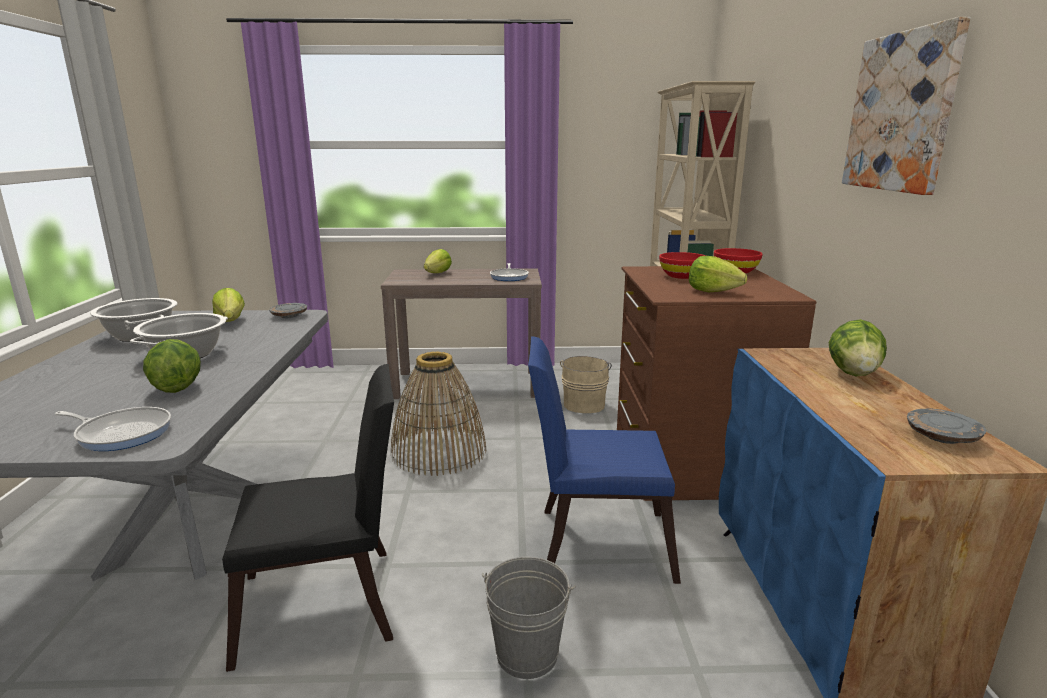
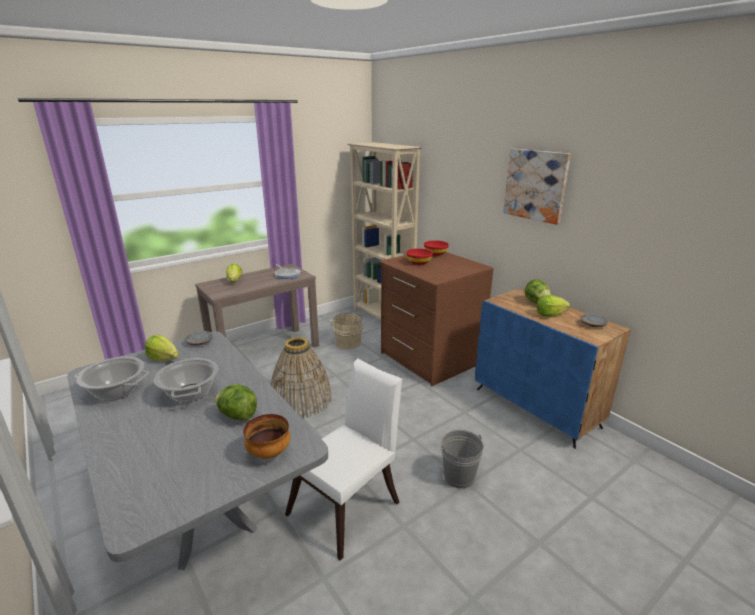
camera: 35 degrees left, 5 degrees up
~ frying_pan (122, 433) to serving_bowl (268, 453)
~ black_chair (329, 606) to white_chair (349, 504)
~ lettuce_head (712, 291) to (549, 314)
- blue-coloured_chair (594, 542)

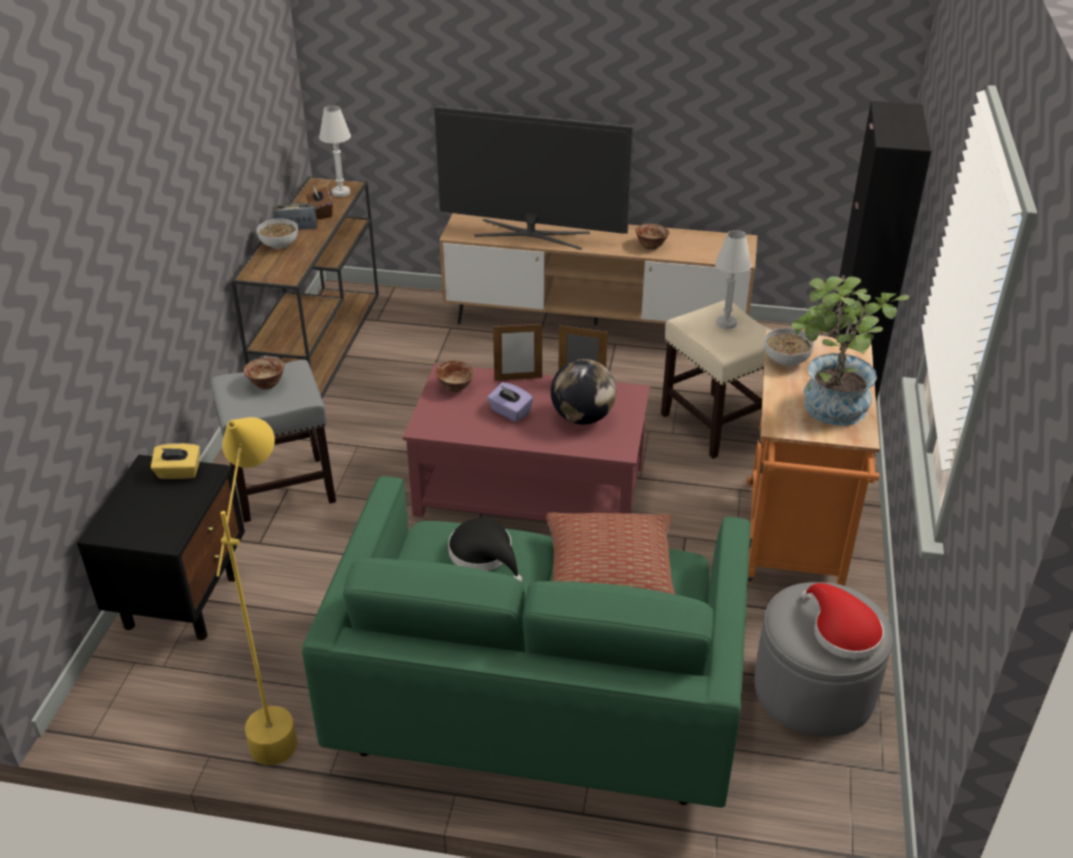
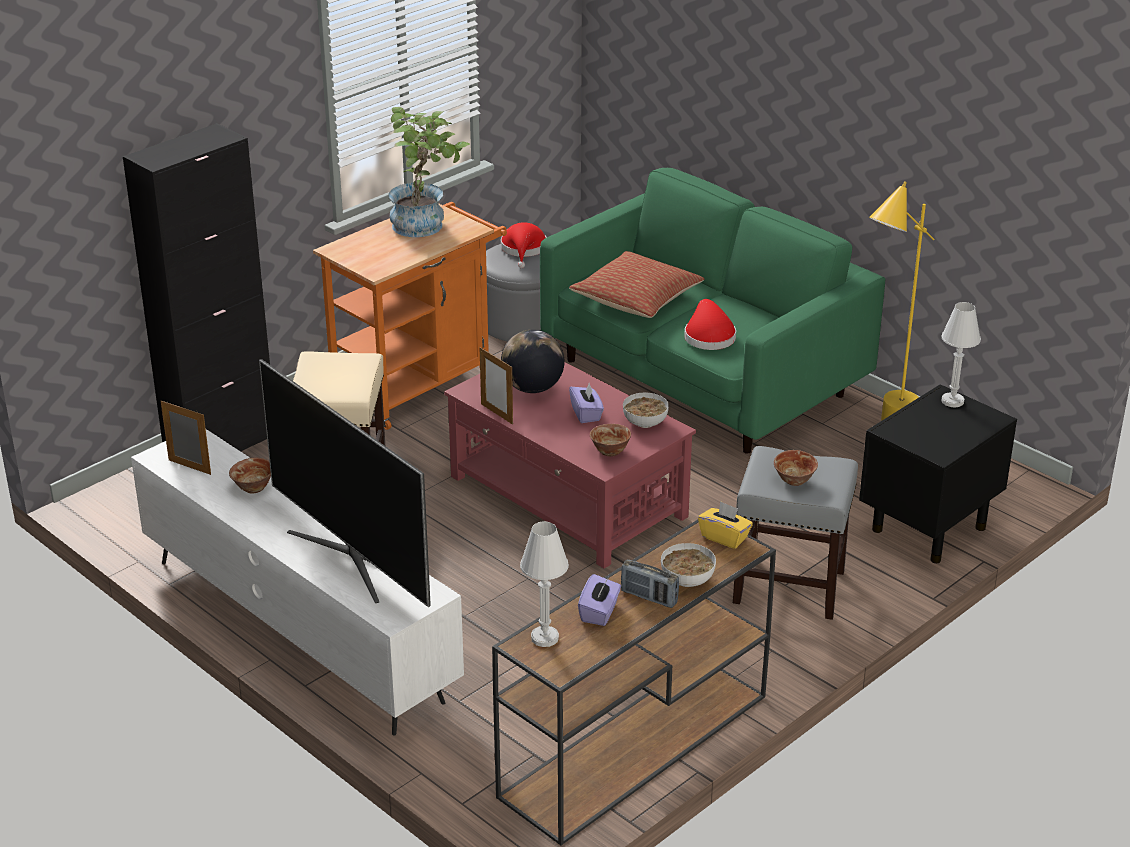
camera: 145 degrees left, 5 degrees down
~ brown_tv_unit (595, 324) to white_tv_unit (298, 630)
~ photo_frame (518, 379) to (189, 467)
~ brown_tissue_box (320, 212) to purple-coloured_tissue_box (599, 612)
~ serving_bowl (785, 360) to (645, 423)
~ black_wearable_hat (484, 555) to red-coloured_wearable_hat (708, 336)
~ yellow-coloured_tissue_box (179, 472) to (724, 537)
~ white_tabletop_lamp (726, 323) to (952, 401)

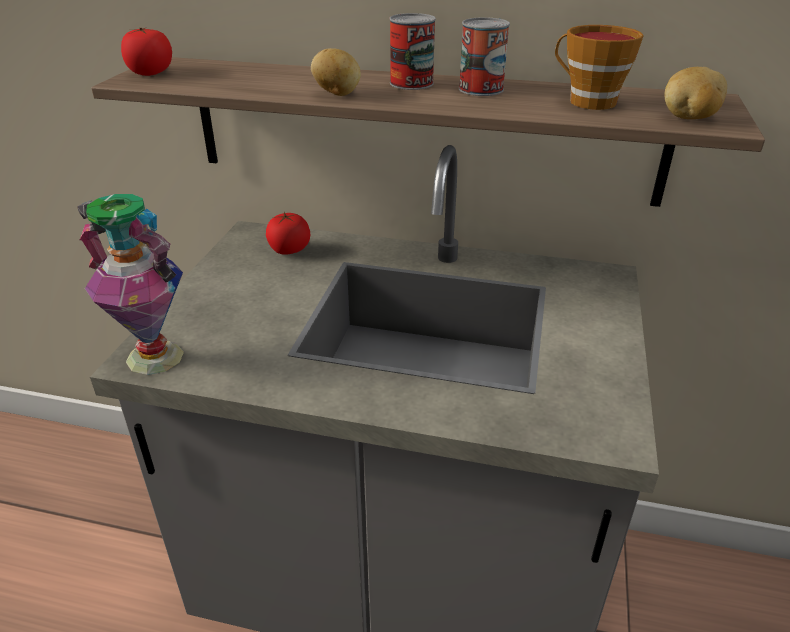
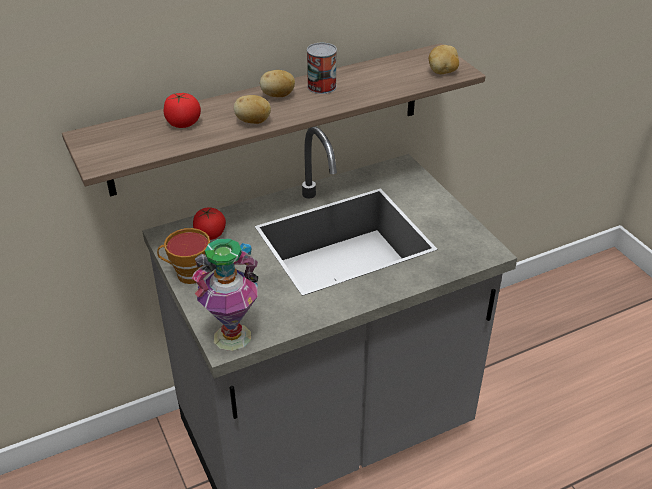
camera: 40 degrees left, 5 degrees up
~ cup (586, 101) to (187, 274)
~ whole_tomato (151, 73) to (183, 123)
~ metal_can (411, 83) to potato (278, 96)

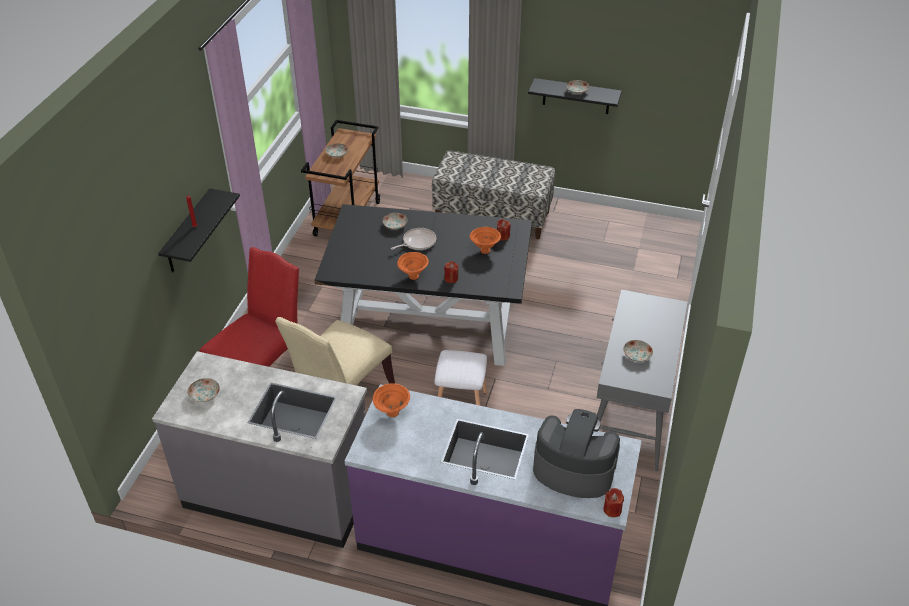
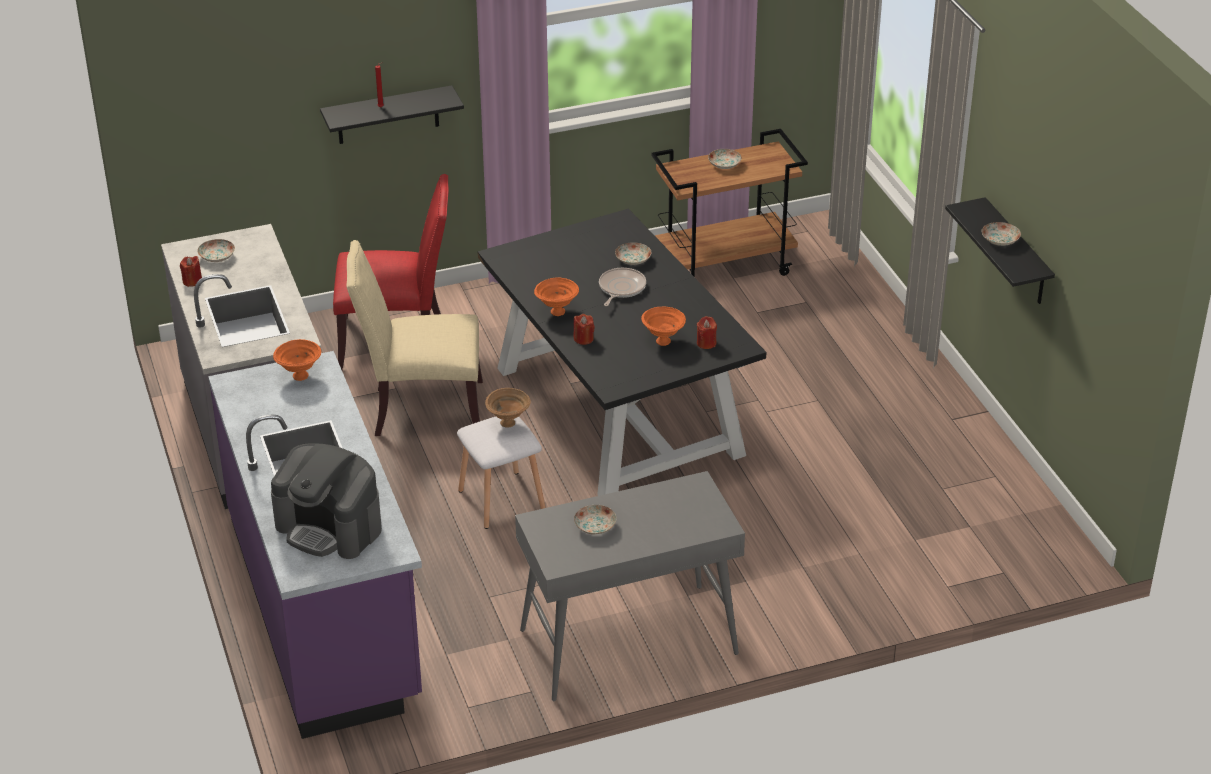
camera: 55 degrees right, 5 degrees down
~ red-coloured_candle (612, 509) to (192, 281)
~ coffee_machine (573, 469) = (330, 527) 135 degrees clockwise
+ brown_serving_bowl (508, 422)
~ frying_pan (417, 242) = (621, 288) 90 degrees counterclockwise
- indoor_bench (493, 216)

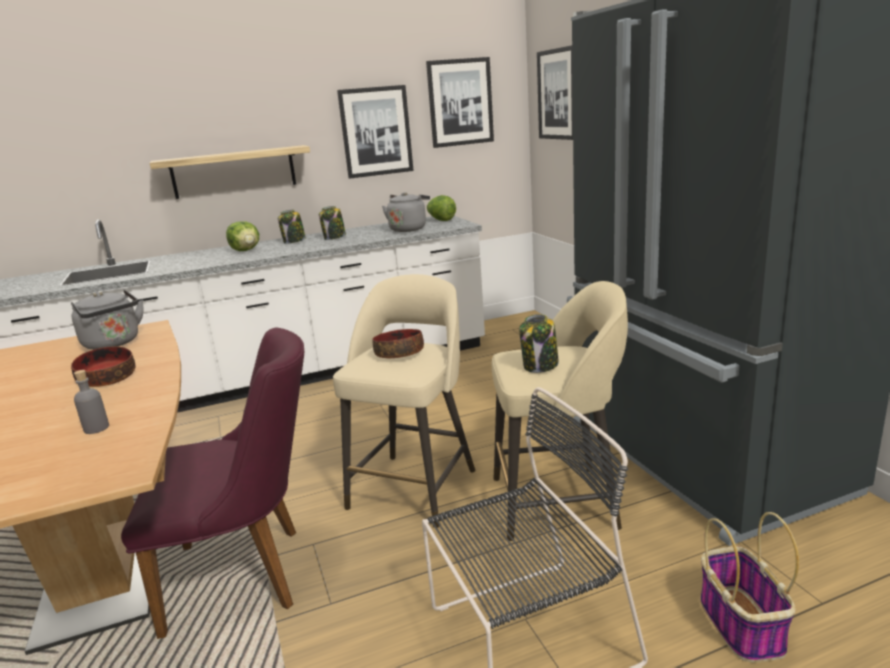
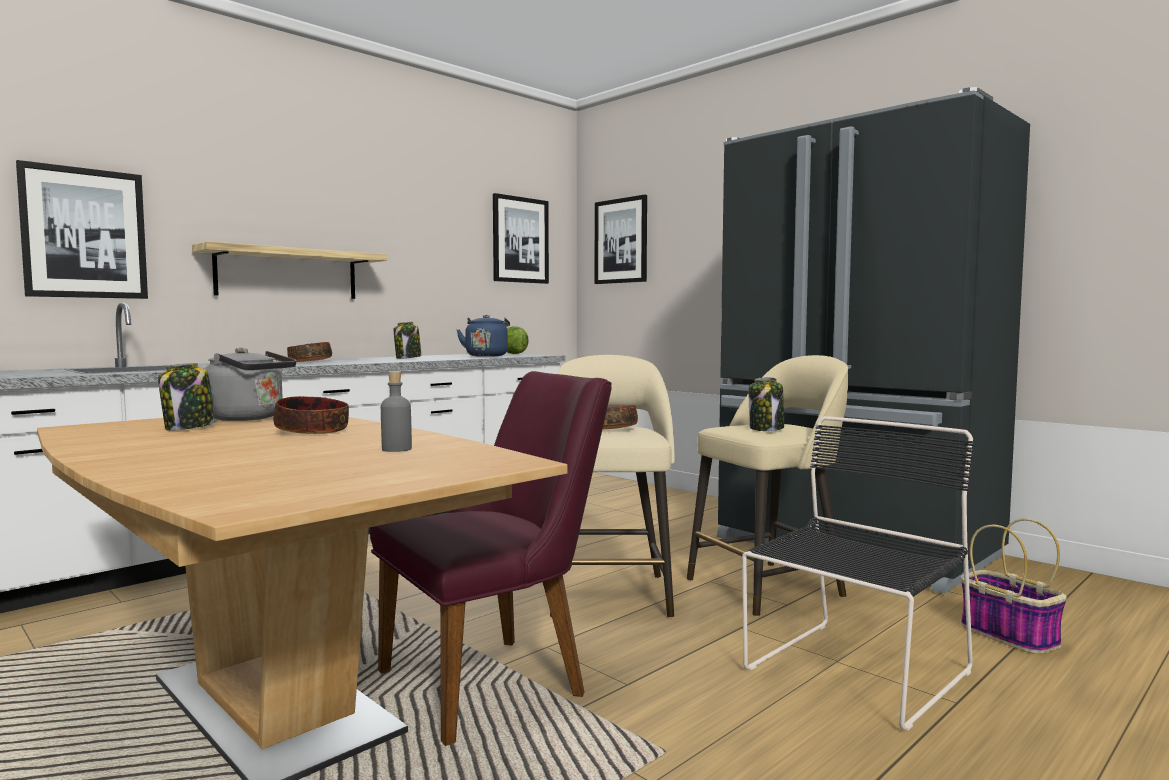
camera: 25 degrees left, 15 degrees down
~ picture (376, 131) to (84, 233)
~ preserve_jar (294, 241) to (189, 427)
~ lettuce_head (246, 250) to serving_bowl (310, 361)
~ greyish_tea_kettle (408, 229) to blue-coloured_tea_kettle (486, 356)

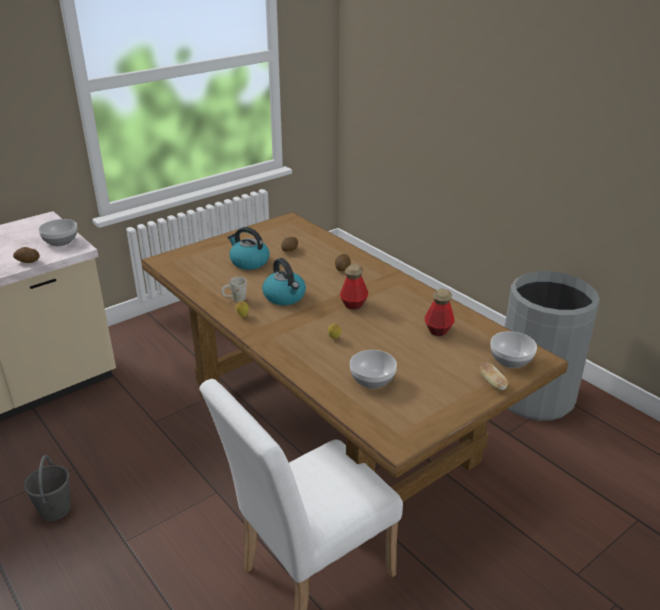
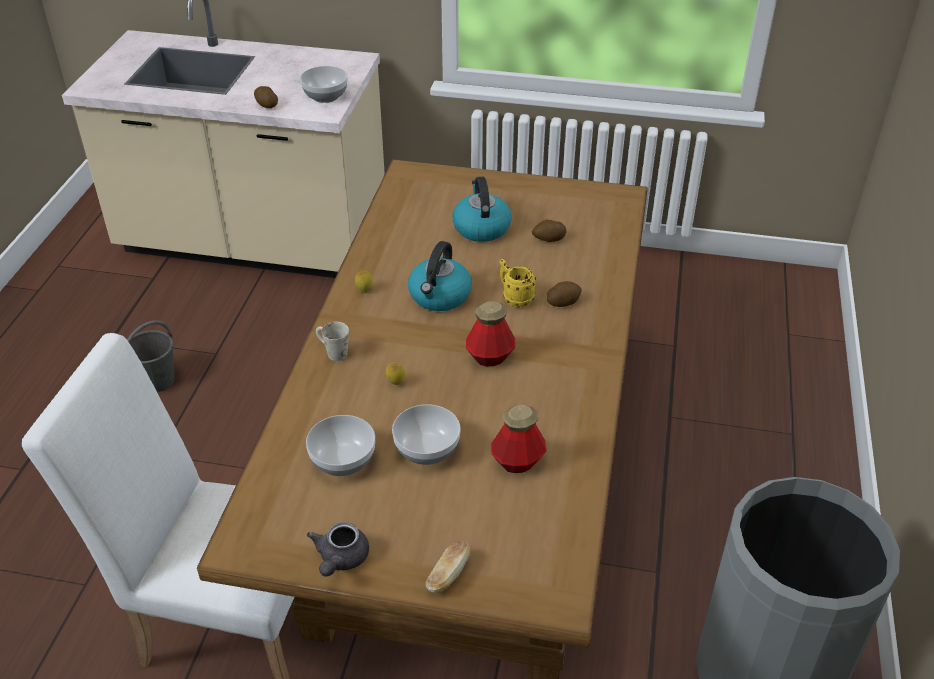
camera: 50 degrees right, 10 degrees up
+ greyish_tea_pot (340, 559)
~ white_tea_mug (235, 299) to (332, 352)
~ serving_bowl (511, 360) to (427, 450)
+ yellow-coloured_tea_mug (514, 298)

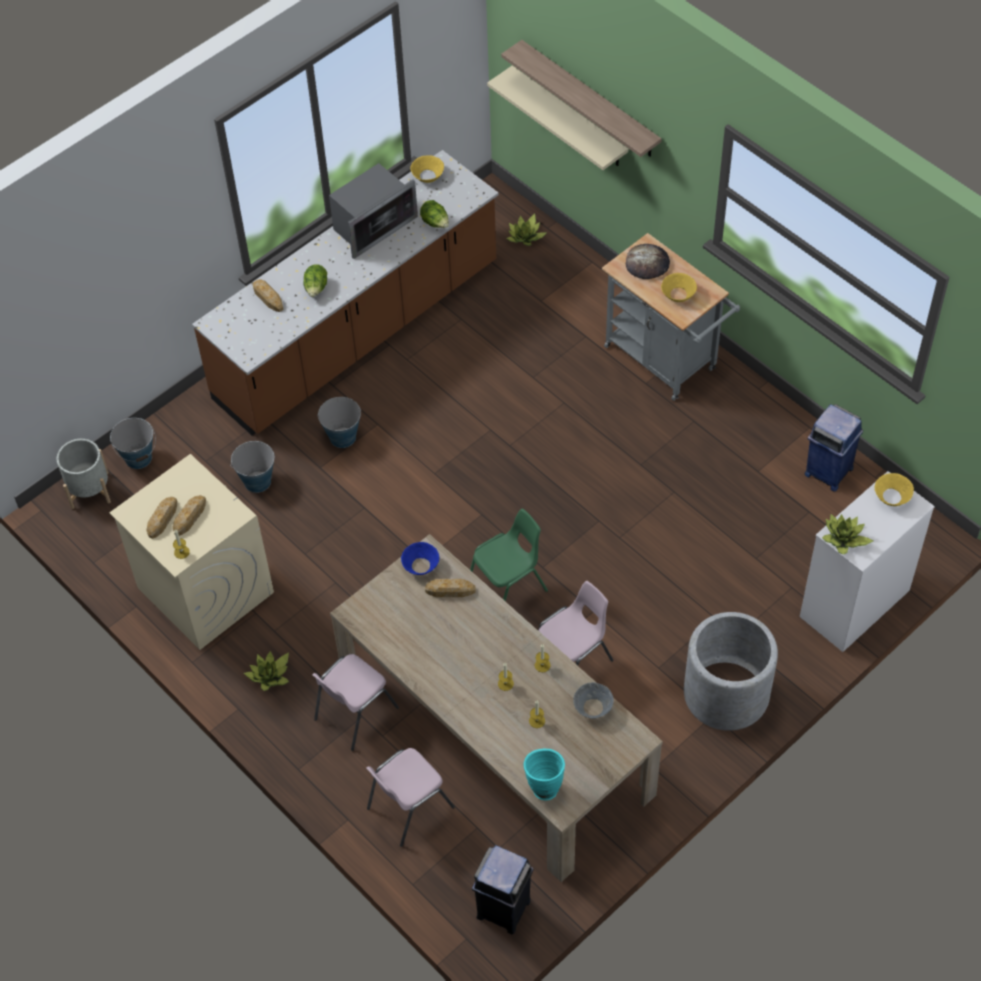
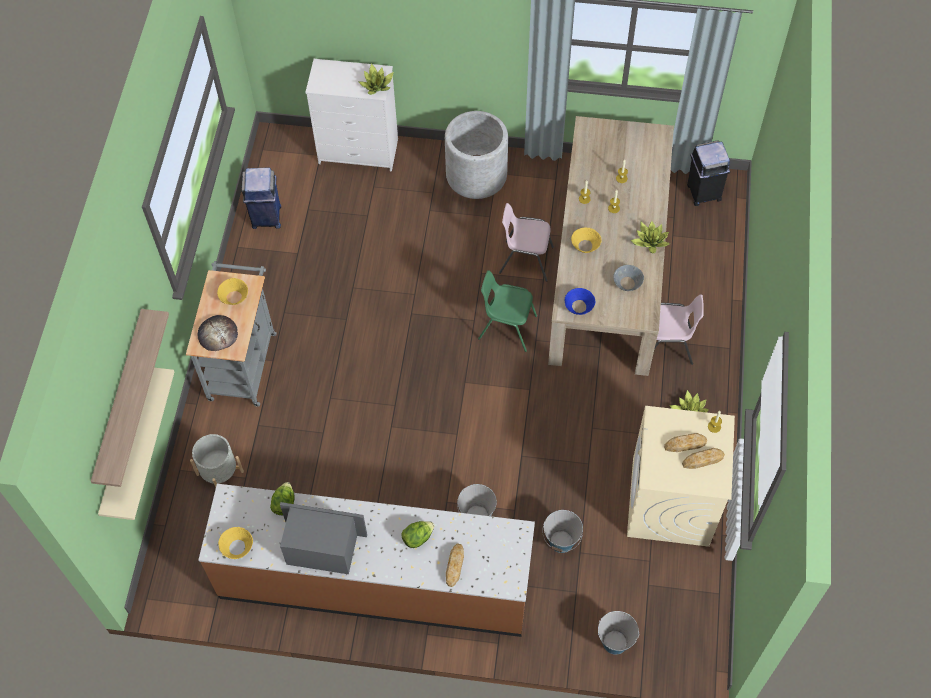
camera: 130 degrees left, 5 degrees up
~ greyish_plant_pot (89, 490) to (220, 473)
~ yellow-coloured_serving_bowl (891, 497) to (585, 246)
~ greyish_serving_bowl (593, 707) to (627, 283)
~ potted_plant (525, 237) to (650, 241)
- pinkish_chair (409, 807)
- bakery_bread (450, 590)
- turquoise_vase (543, 785)

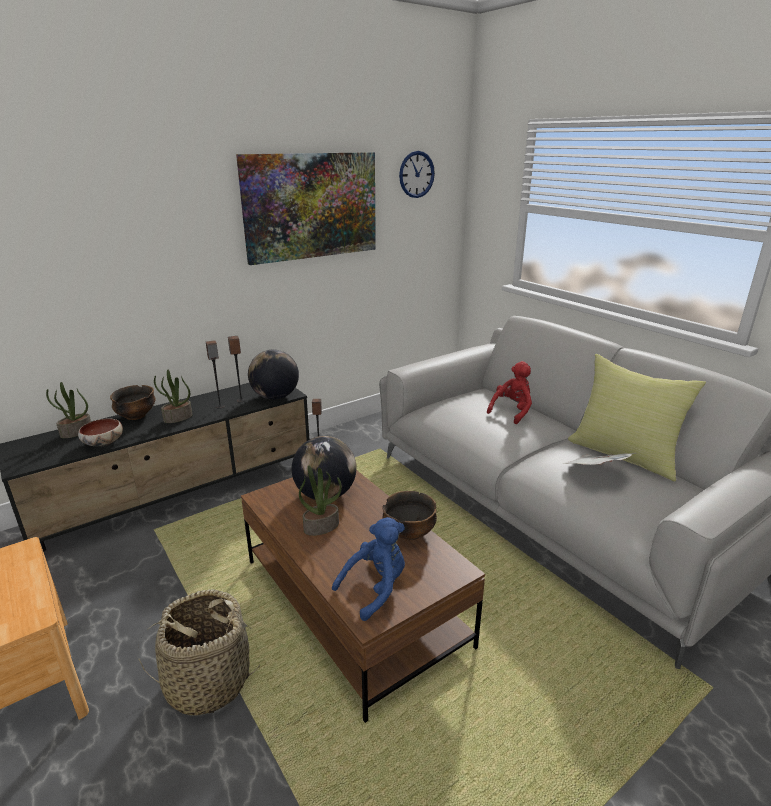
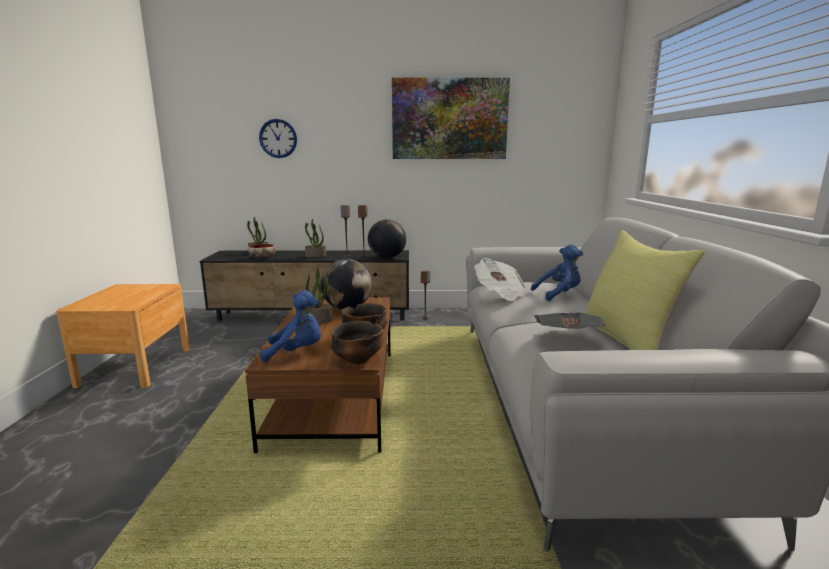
camera: 35 degrees right, 10 degrees down
~ hanging_clock (416, 174) to (278, 138)
~ serving_bowl (136, 416) to (357, 360)
+ daily_paper (499, 293)
~ red-coloured_plush_toy (512, 411) to blue-coloured_plush_toy (559, 294)
- storage_basket (208, 681)

